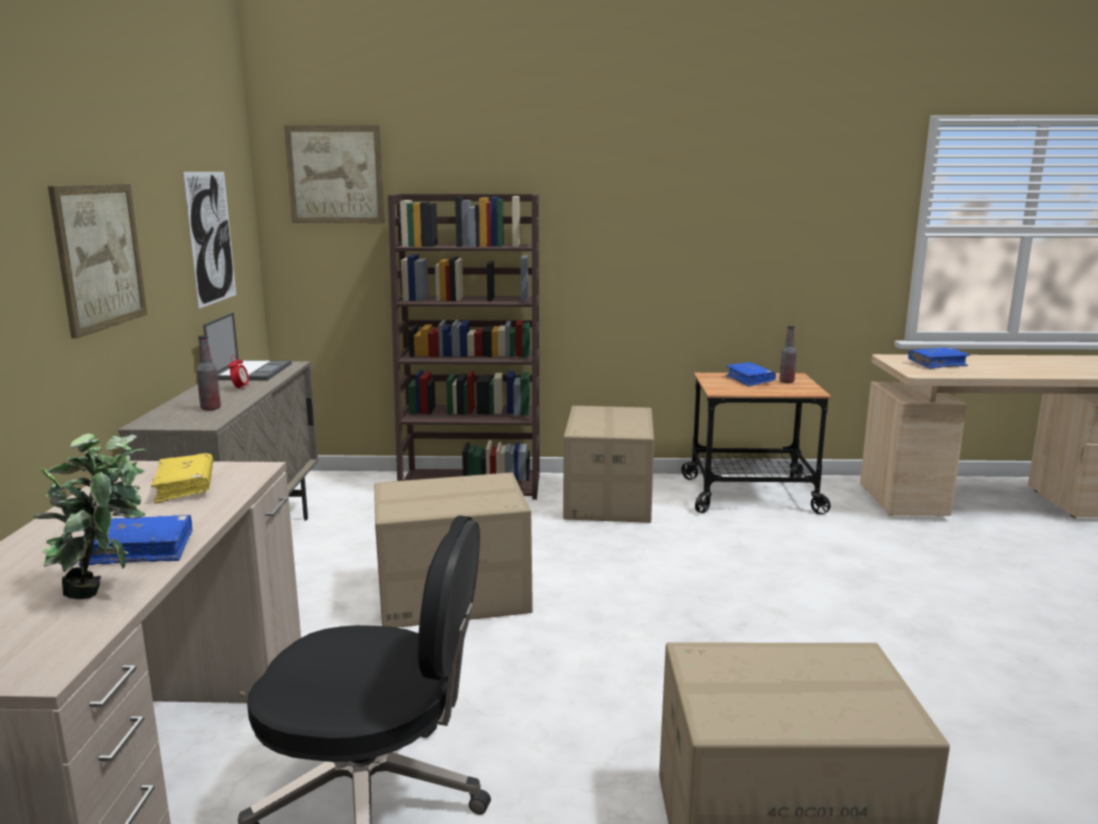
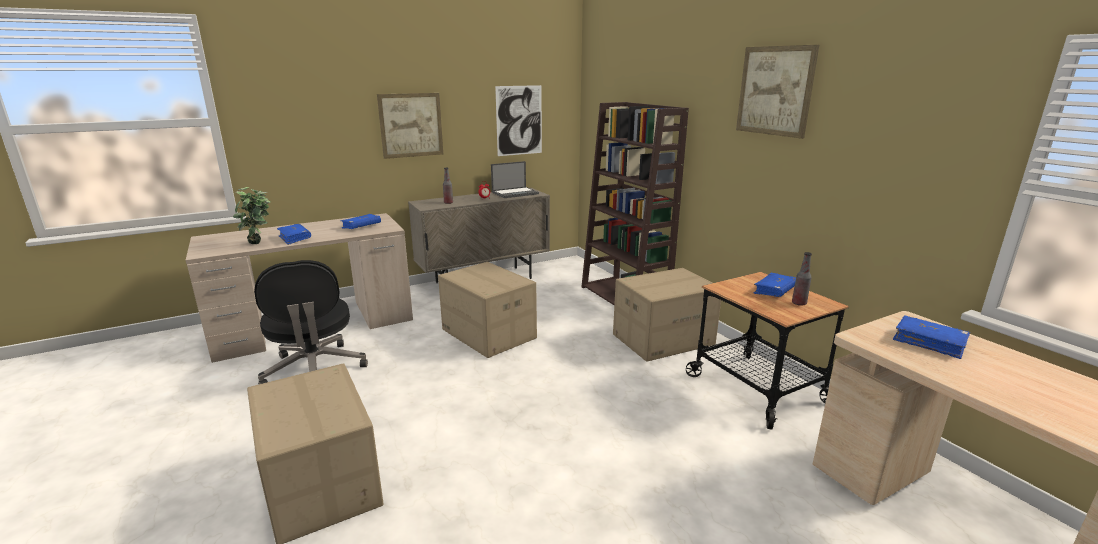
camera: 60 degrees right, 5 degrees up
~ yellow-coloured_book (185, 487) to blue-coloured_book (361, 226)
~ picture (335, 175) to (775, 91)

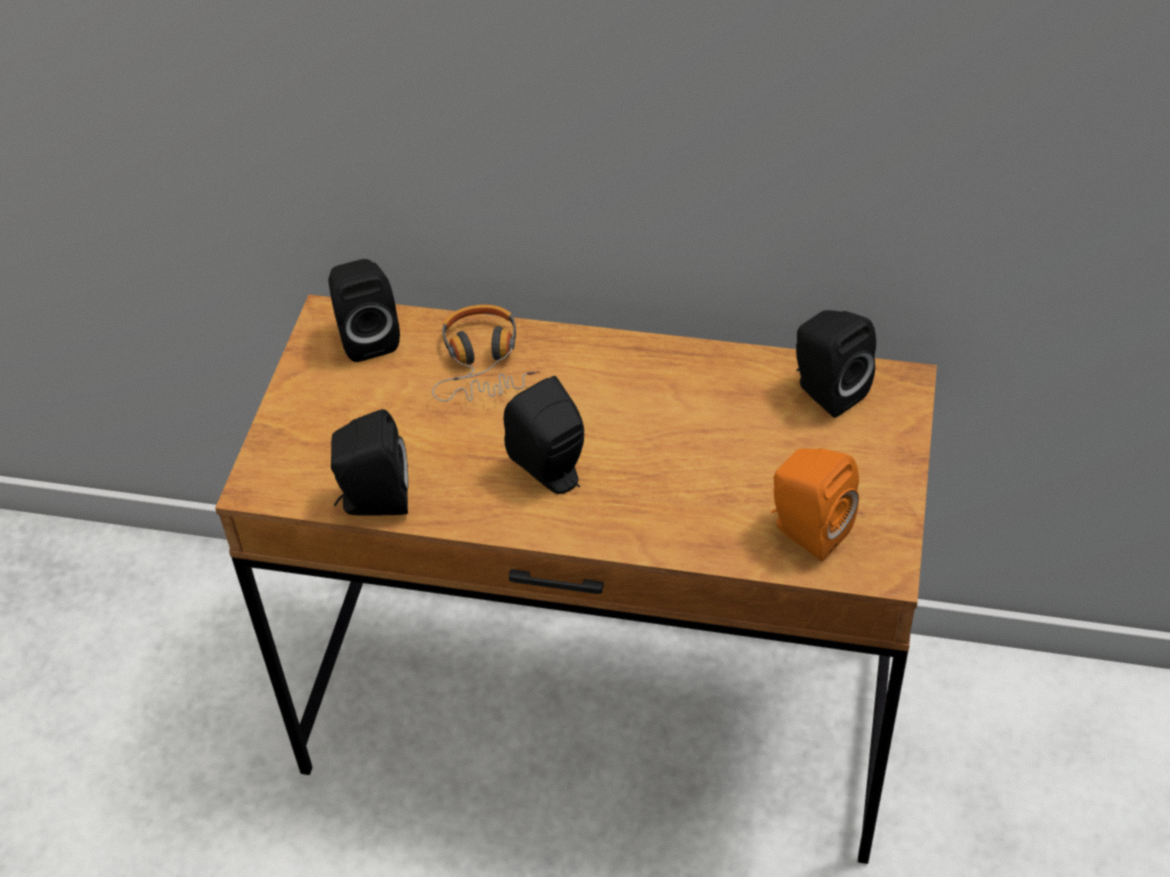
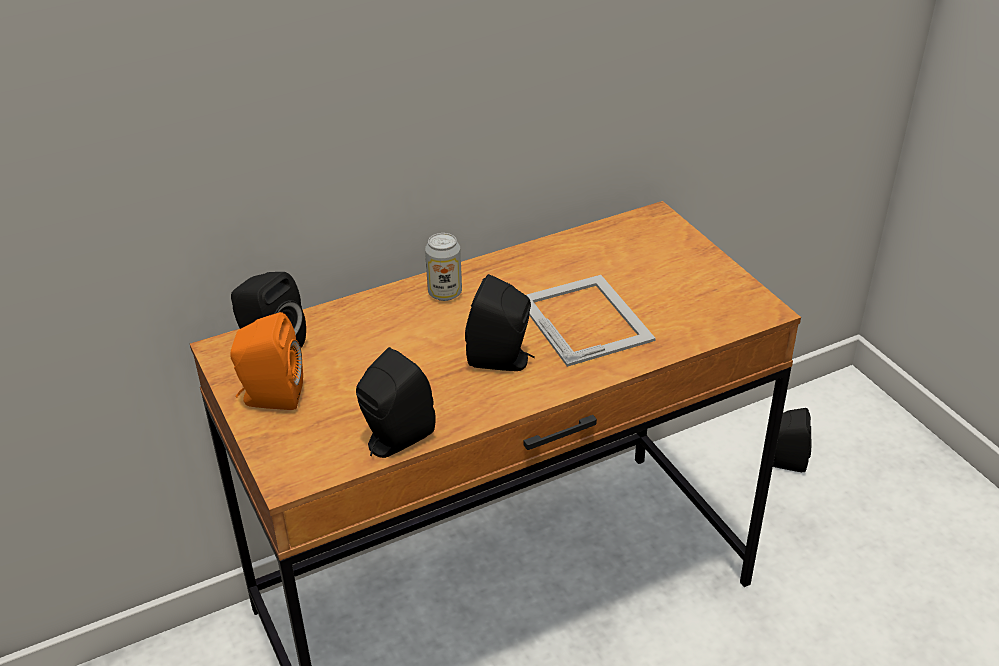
camera: 40 degrees left, 10 degrees down
~ orangey_loudspeaker (806, 531) to (270, 398)
+ metal_can (445, 293)
+ photo_frame (585, 318)
~ black_loudspeaker (826, 391) to (783, 461)
- pair_of_headphones (483, 363)

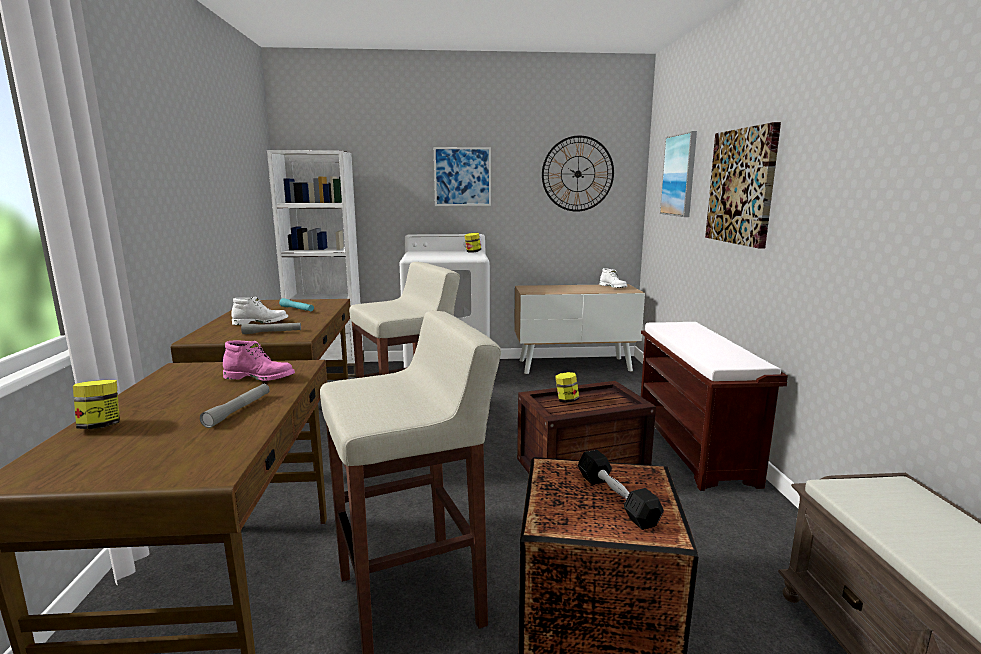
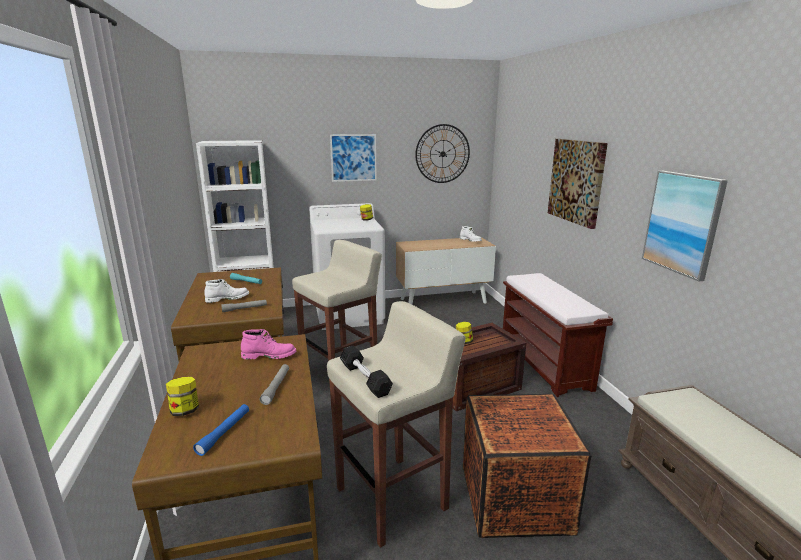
camera: 10 degrees left, 5 degrees up
+ blue-coloured_flashlight (224, 433)
~ black_free_weight (616, 499) to (365, 379)
~ picture (679, 175) to (682, 223)

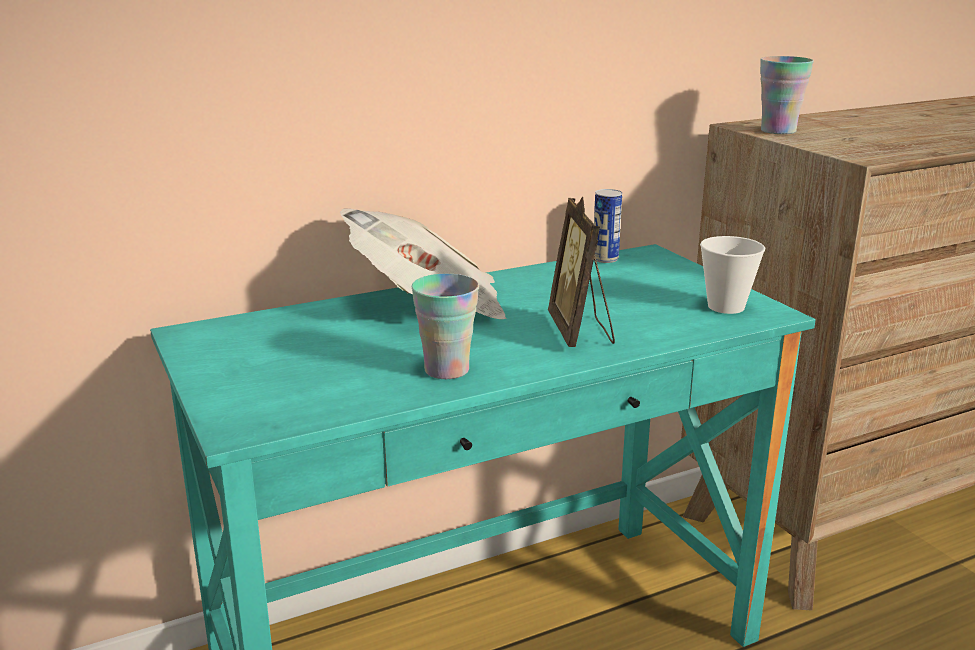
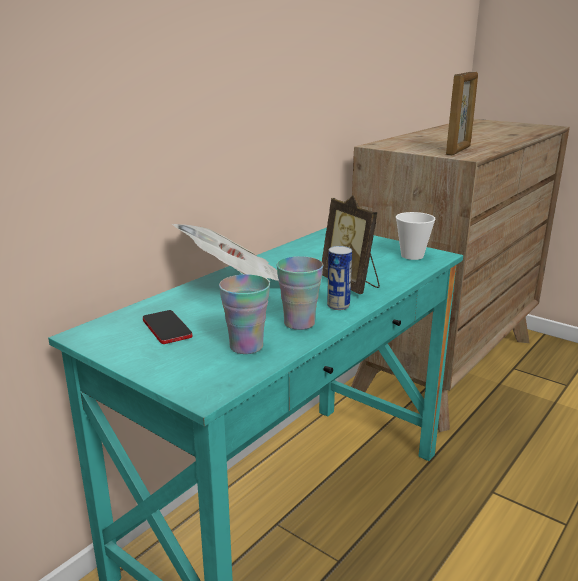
camera: 25 degrees left, 0 degrees up
+ handset (167, 328)
~ cup (778, 131) to (246, 346)
~ metal_can (605, 259) to (338, 306)
+ photo_frame (458, 151)

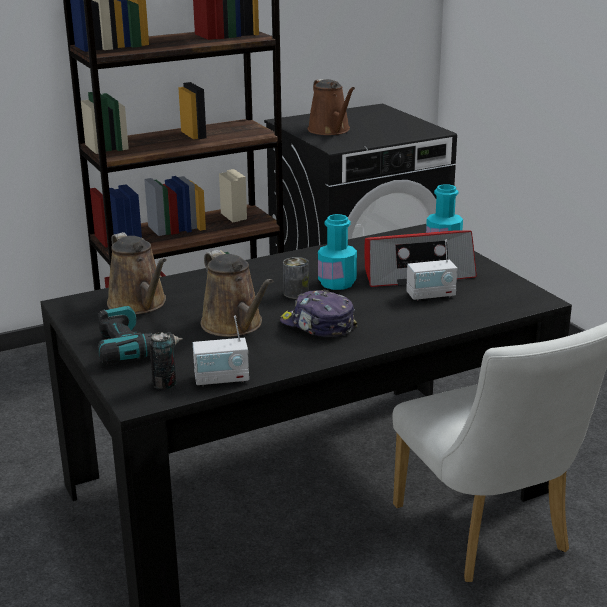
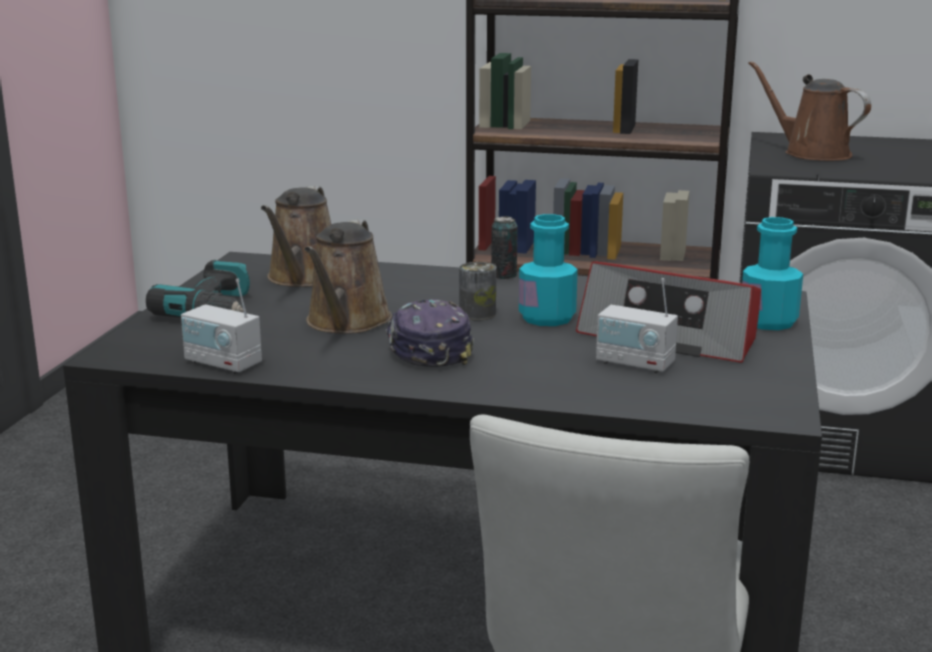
camera: 40 degrees right, 5 degrees down
~ metal_can (164, 384) to (504, 276)
~ brown_watering_can (330, 130) = (811, 153) 120 degrees clockwise

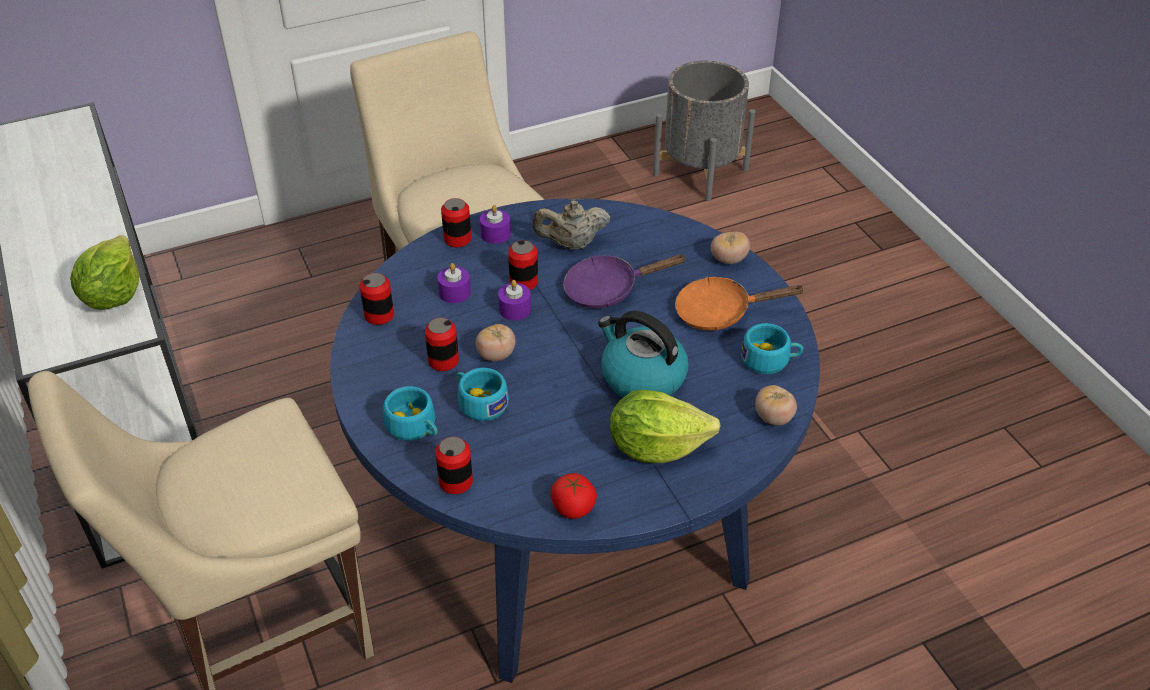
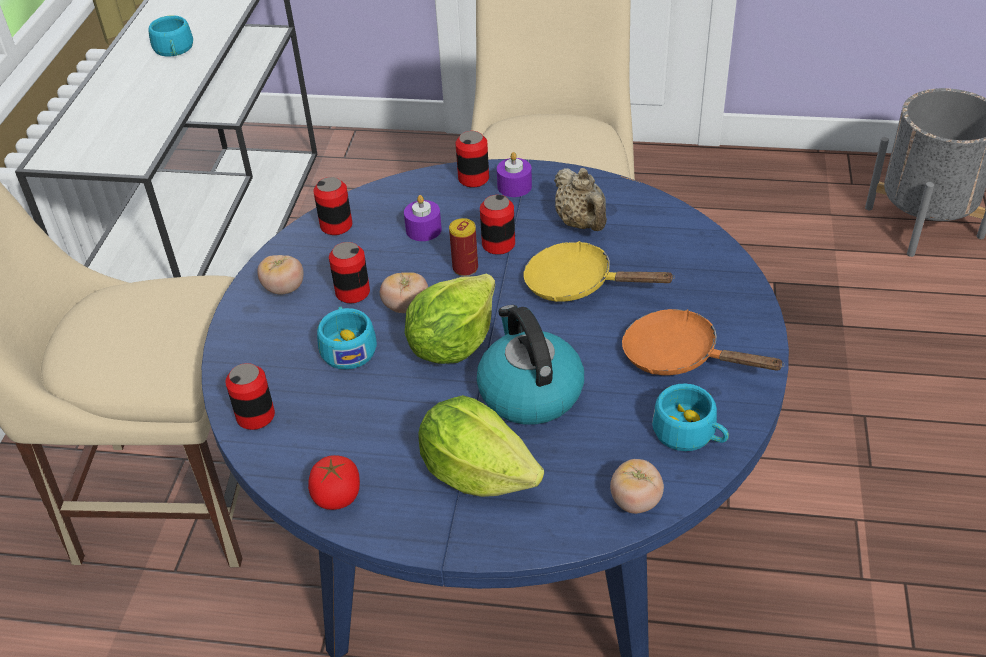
camera: 35 degrees right, 0 degrees up
~ turquoise_cup (415, 428) to (174, 51)
~ whole_tomato (728, 259) to (284, 288)
~ lettuce_head (113, 295) to (452, 343)
~ purple-coloured_candle (515, 309) to metal_can (465, 268)
~ purple-coloured_frying_pan (608, 289) to yellow-coloured_frying_pan (577, 284)
~ sand-coloured_tea_pot (571, 244) = (581, 223) 135 degrees counterclockwise

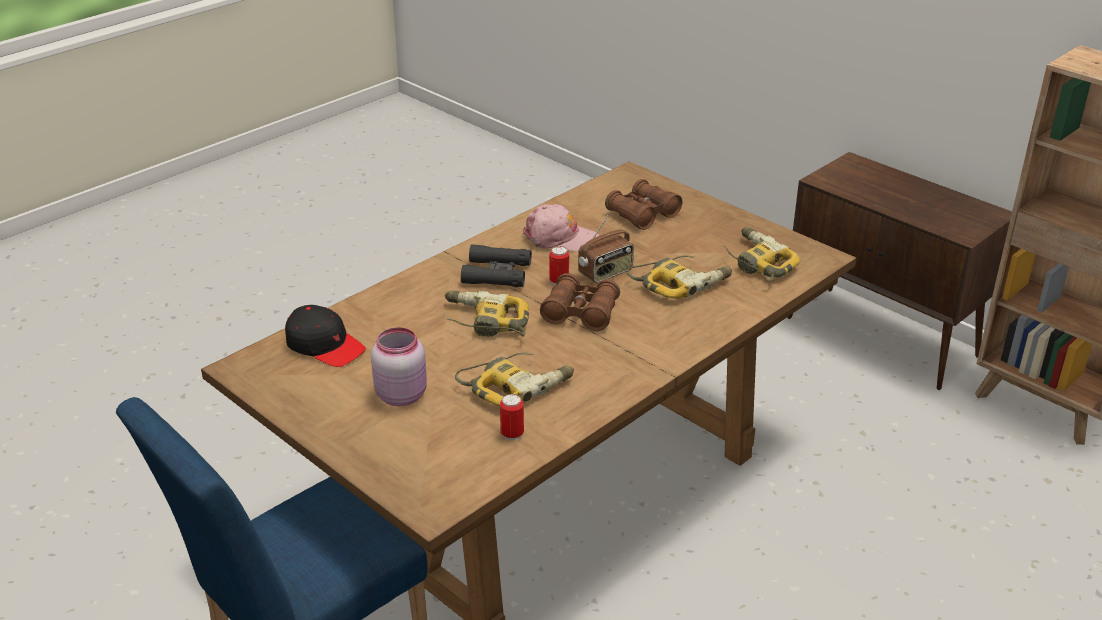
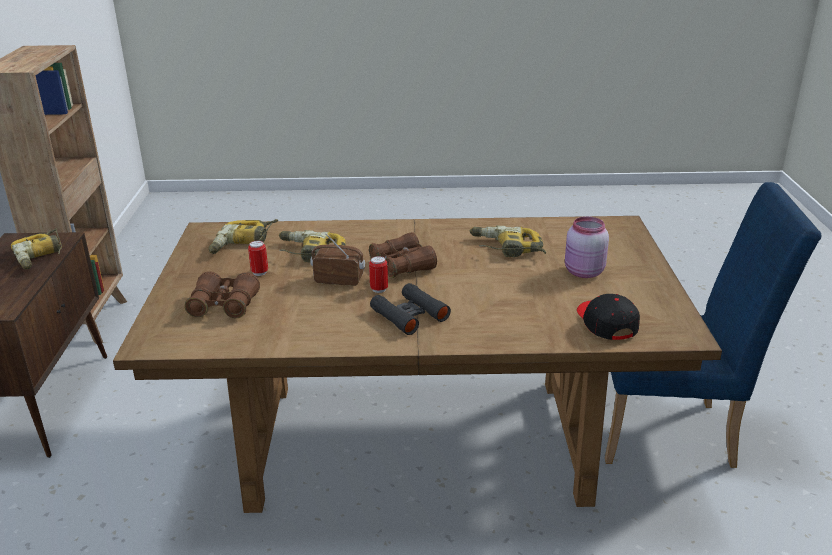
camera: 135 degrees left, 5 degrees down
~ electric_drill (484, 323) to (41, 255)
~ metal_can (512, 434) to (259, 272)
- pinkish_cap (560, 238)

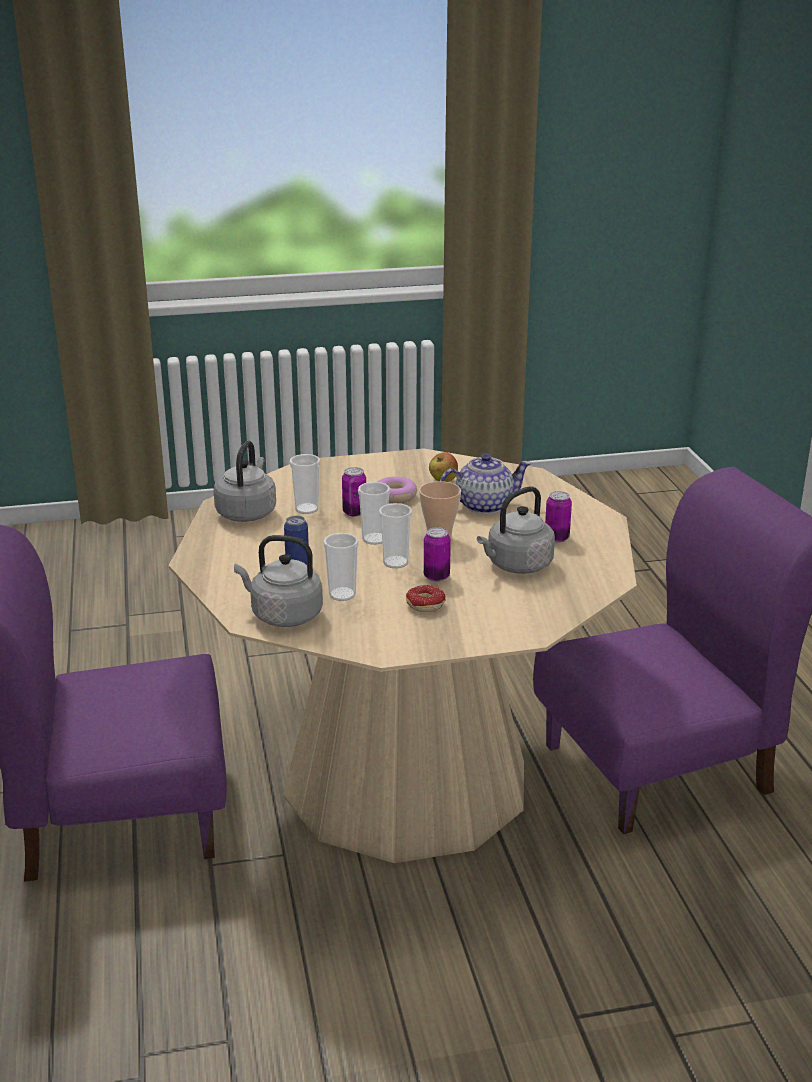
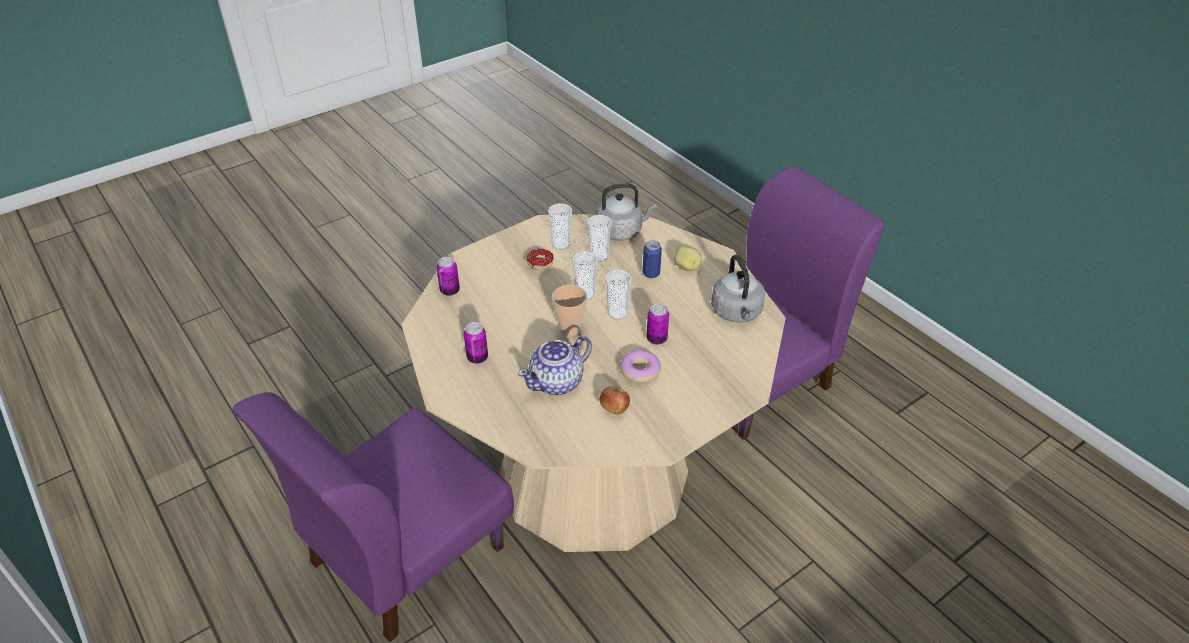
camera: 155 degrees right, 15 degrees up
~ metal_can (436, 577) to (450, 291)
~ cup (306, 509) to (561, 244)
+ potato (686, 267)
- greyish_tea_kettle (516, 565)

